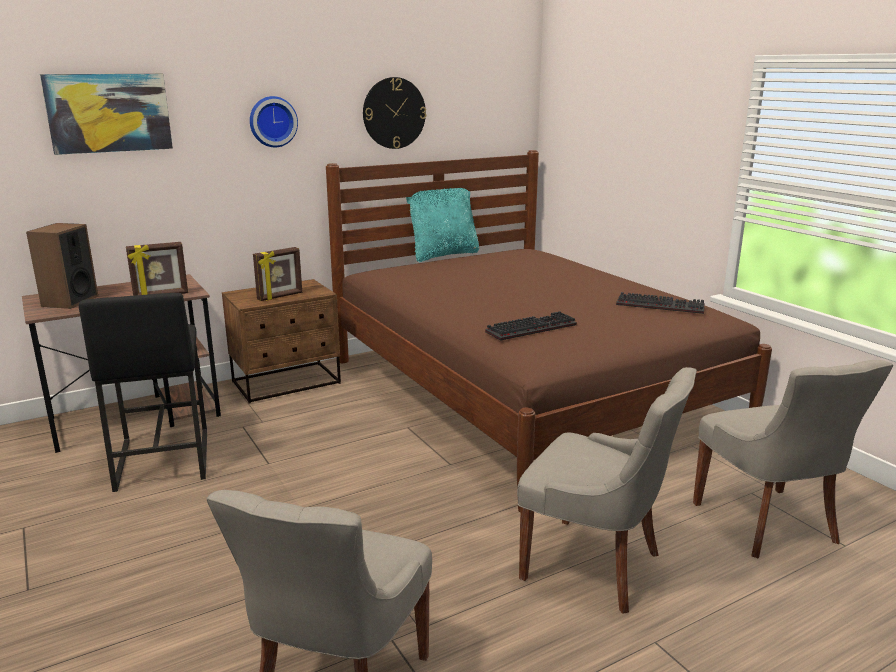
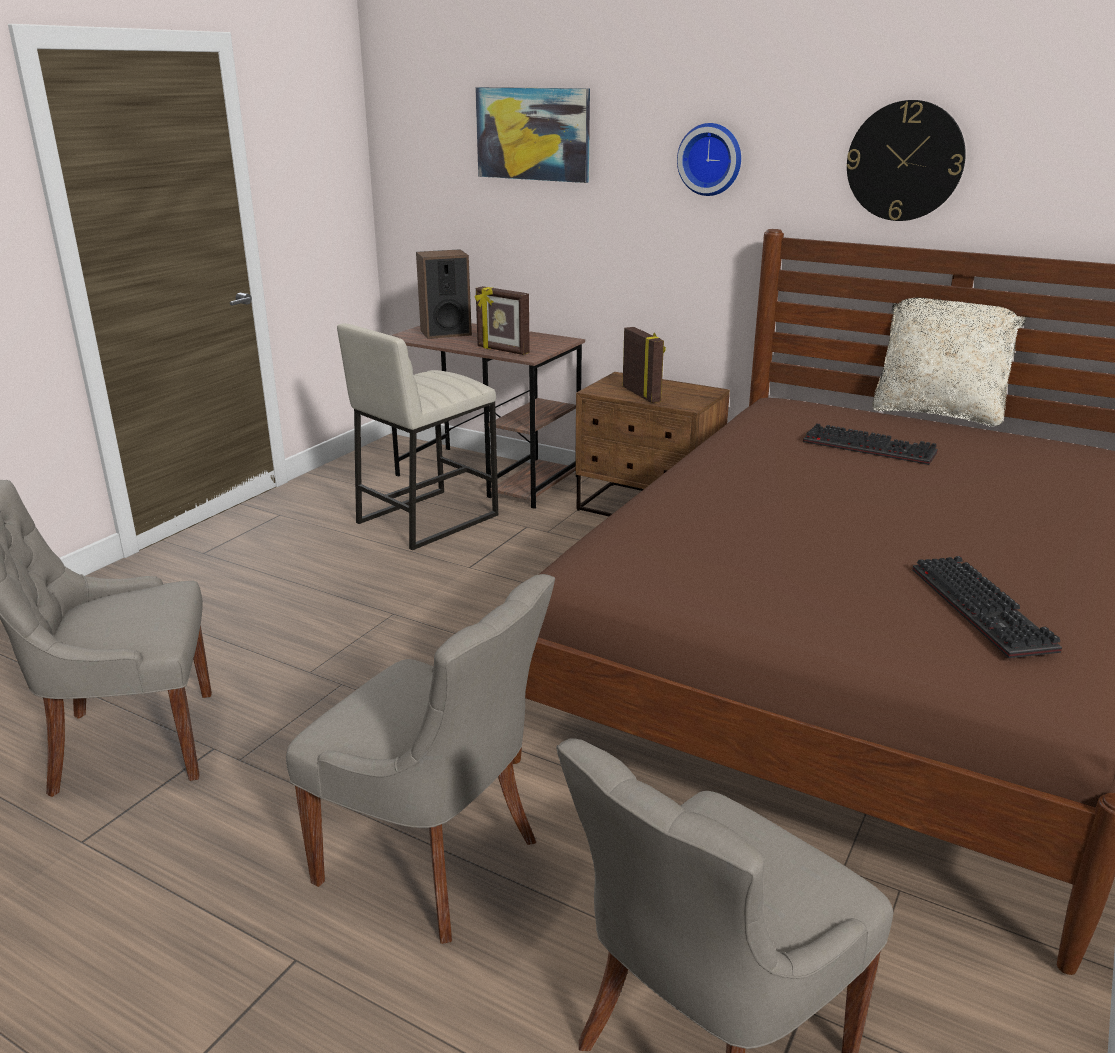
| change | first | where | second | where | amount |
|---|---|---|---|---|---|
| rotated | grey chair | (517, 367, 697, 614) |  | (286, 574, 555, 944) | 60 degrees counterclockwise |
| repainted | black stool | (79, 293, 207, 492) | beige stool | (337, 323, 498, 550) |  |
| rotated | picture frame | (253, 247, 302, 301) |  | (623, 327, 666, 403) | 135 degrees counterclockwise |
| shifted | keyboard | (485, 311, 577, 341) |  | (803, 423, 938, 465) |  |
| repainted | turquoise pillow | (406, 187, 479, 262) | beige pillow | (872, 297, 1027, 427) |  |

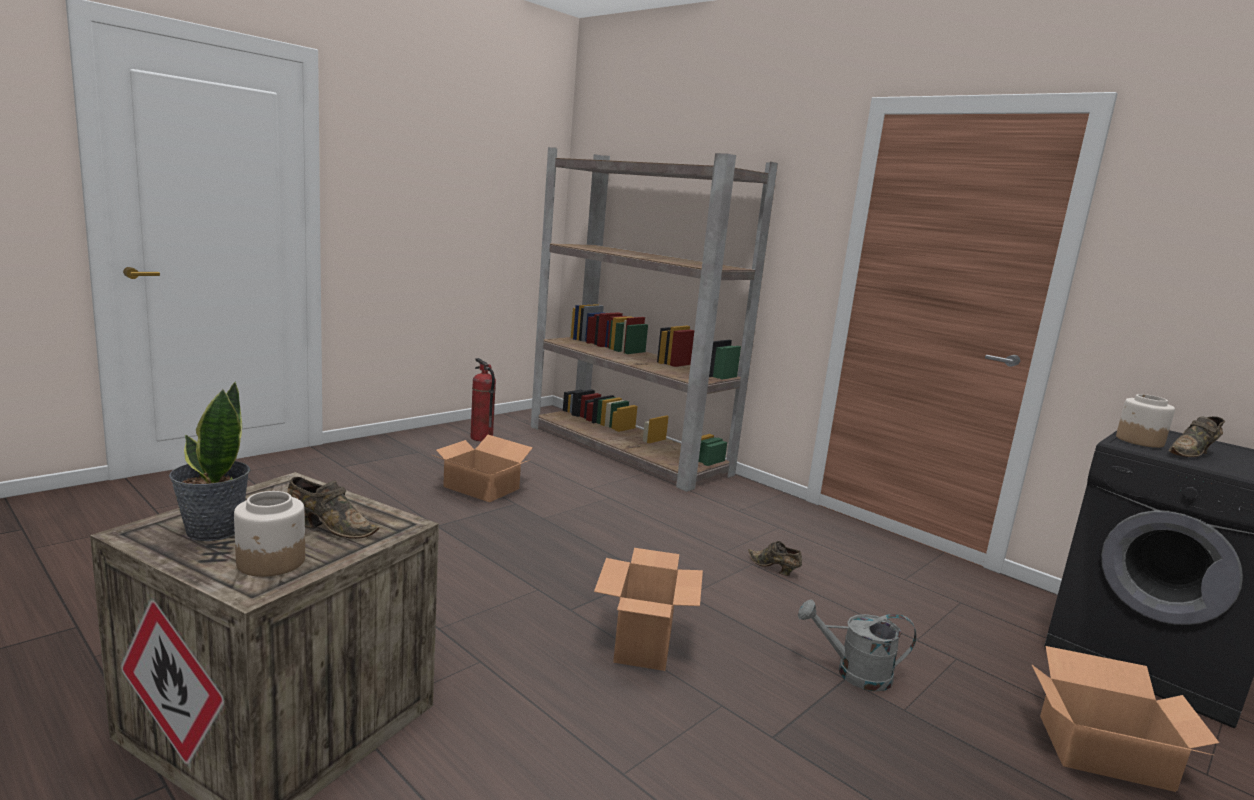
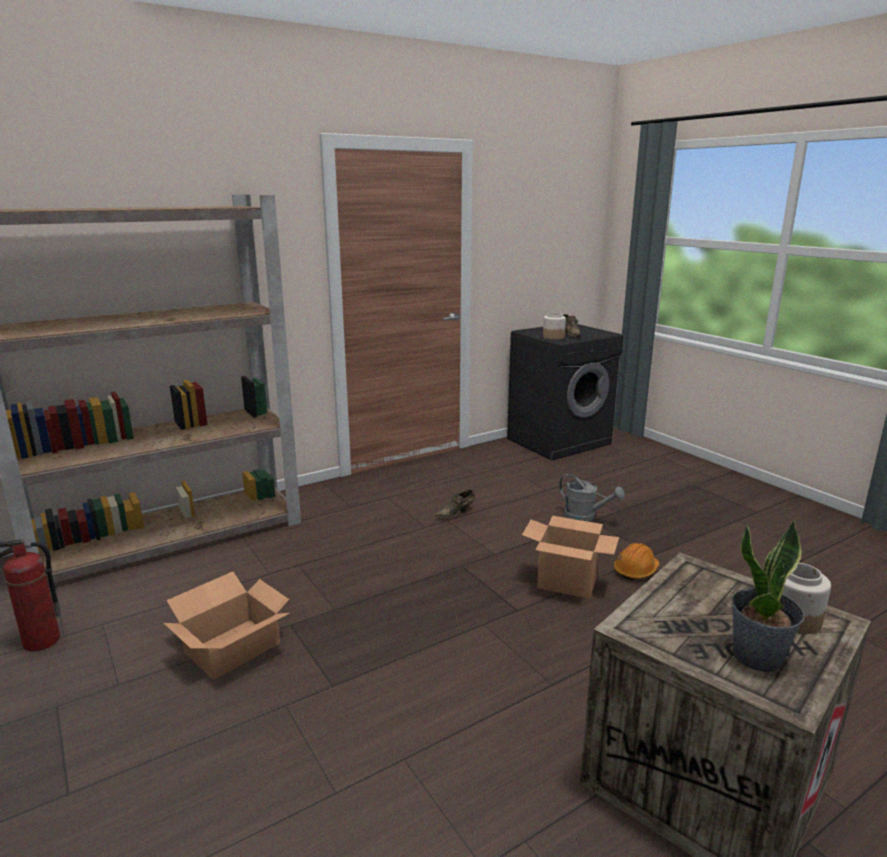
| change | first | where | second | where | amount |
|---|---|---|---|---|---|
| rotated | grey watering can | (798, 600, 916, 691) |  | (559, 474, 625, 522) | 75 degrees counterclockwise |
| new |  |  | orange hard hat | (614, 543, 659, 580) |  |
| gone | brown shoe | (288, 477, 379, 539) |  |  |  |
| gone | cardboard box | (1032, 646, 1219, 792) |  |  |  |

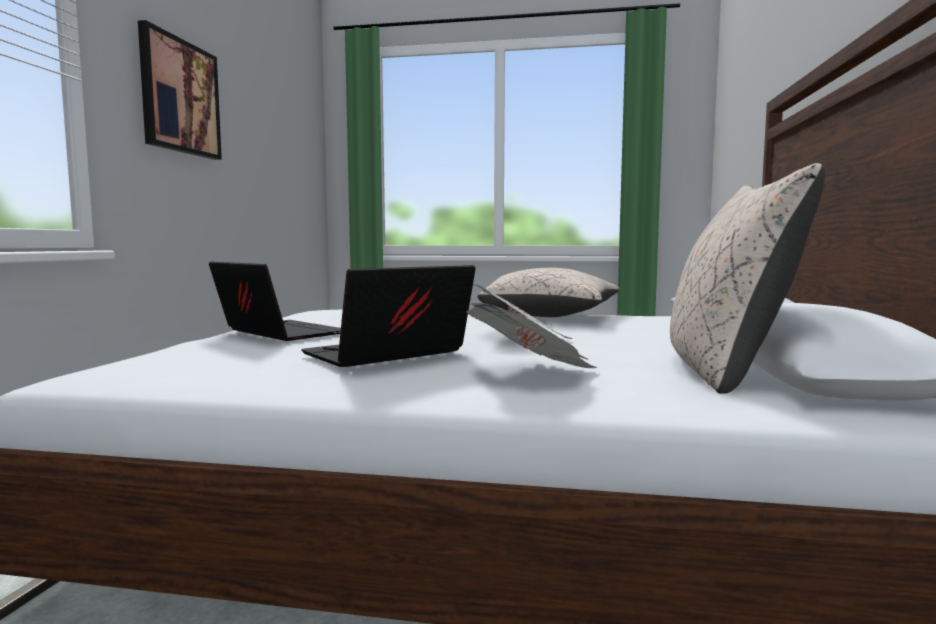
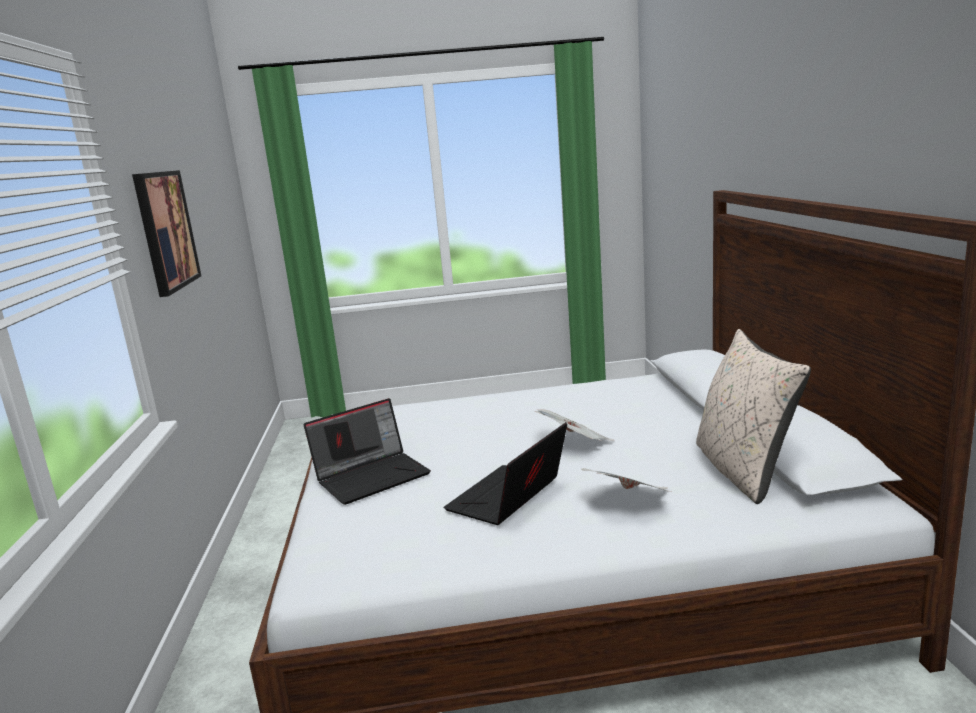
| change | first | where | second | where | amount |
|---|---|---|---|---|---|
| rotated | laptop | (209, 262, 341, 341) |  | (303, 398, 431, 505) | 120 degrees clockwise |
| gone | beige pillow | (477, 268, 620, 317) |  |  |  |

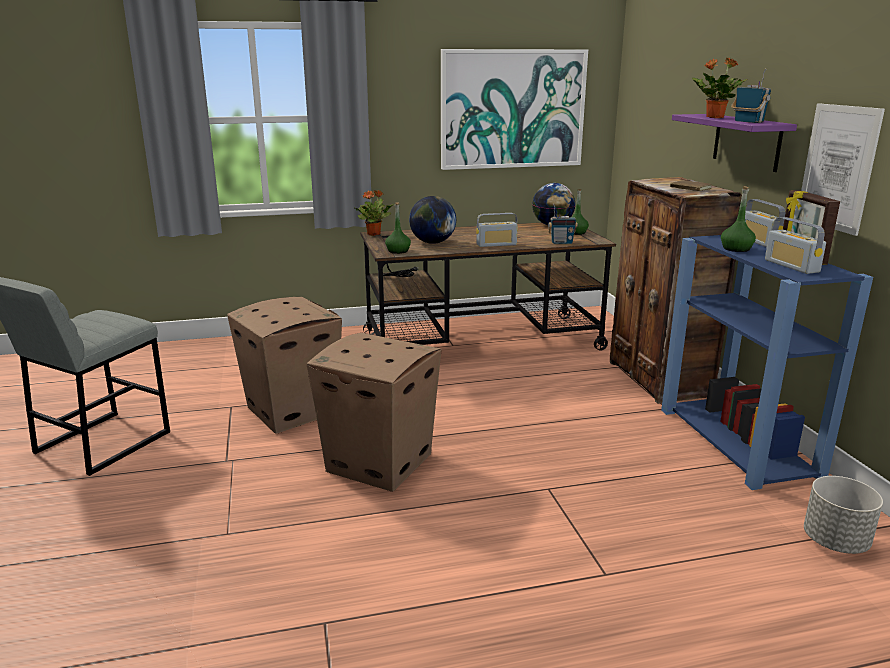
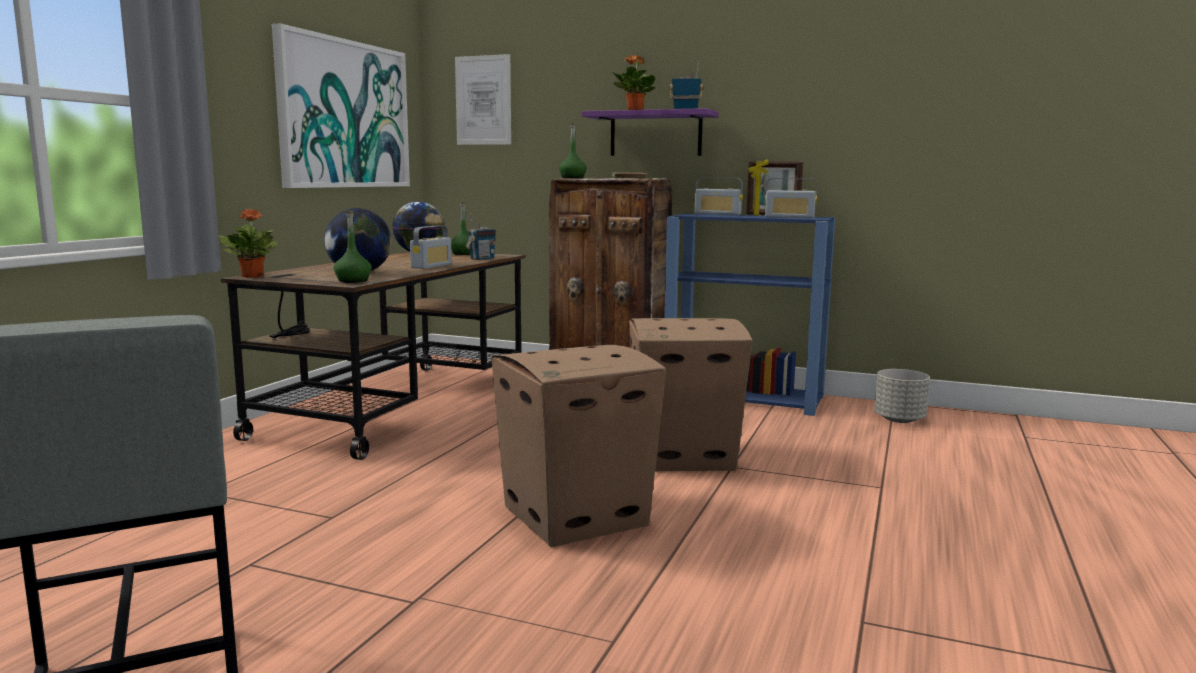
| change | first | where | second | where | amount |
|---|---|---|---|---|---|
| shifted | picture | (801, 103, 885, 236) |  | (455, 54, 511, 145) |  |
| shifted | green bottle | (721, 186, 756, 252) |  | (559, 123, 587, 178) |  |
| shifted | cardboard box | (227, 297, 342, 434) |  | (629, 318, 752, 471) |  |

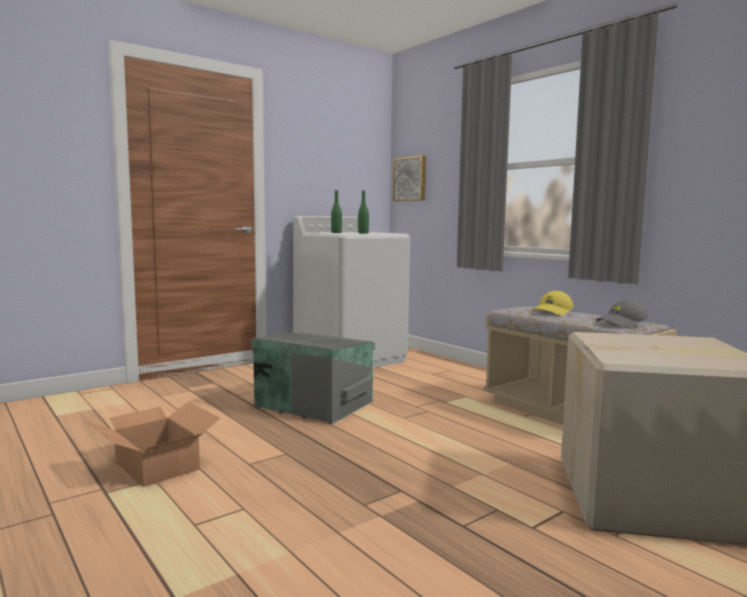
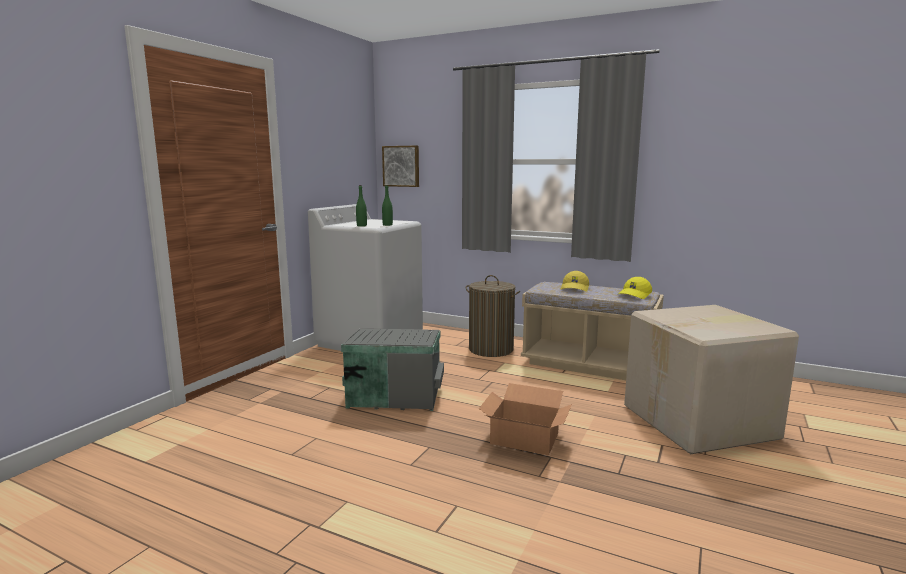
| change | first | where | second | where | amount |
|---|---|---|---|---|---|
| new |  |  | laundry basket | (466, 275, 520, 357) |  |
| shifted | cardboard box | (89, 401, 220, 487) |  | (479, 383, 572, 455) |  |
| repainted | grey cap | (596, 300, 648, 328) | yellow cap | (617, 277, 652, 299) |  |

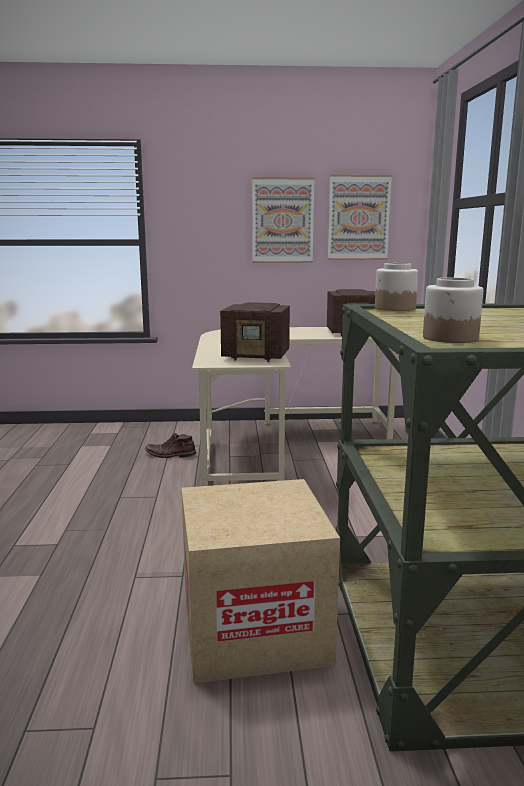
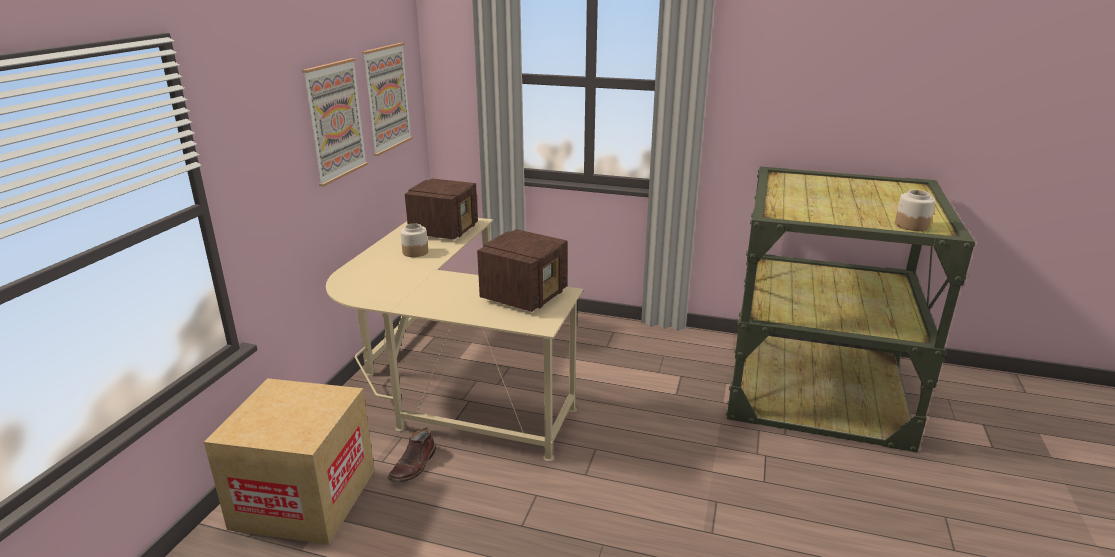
| change | first | where | second | where | amount |
|---|---|---|---|---|---|
| shifted | cardboard box | (181, 479, 340, 684) |  | (204, 378, 375, 545) |  |
| shifted | jar | (375, 263, 418, 311) |  | (400, 224, 428, 257) |  |

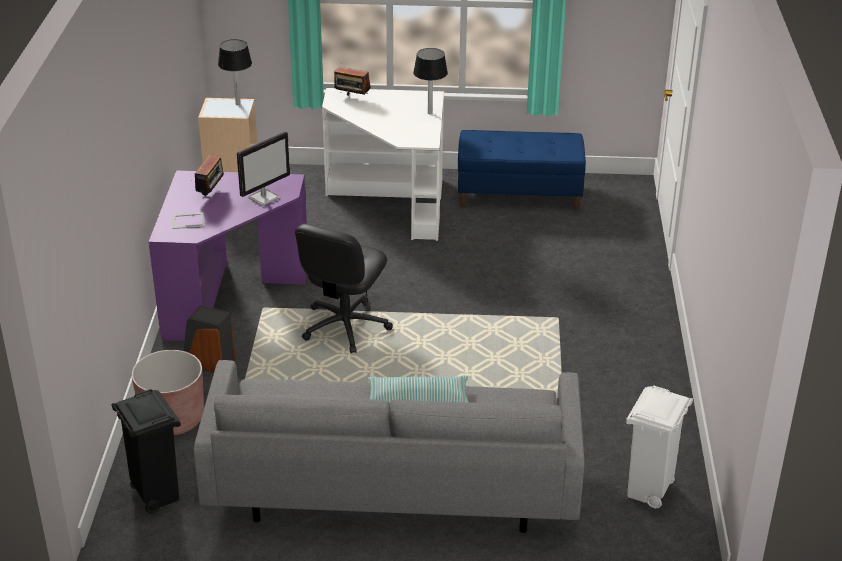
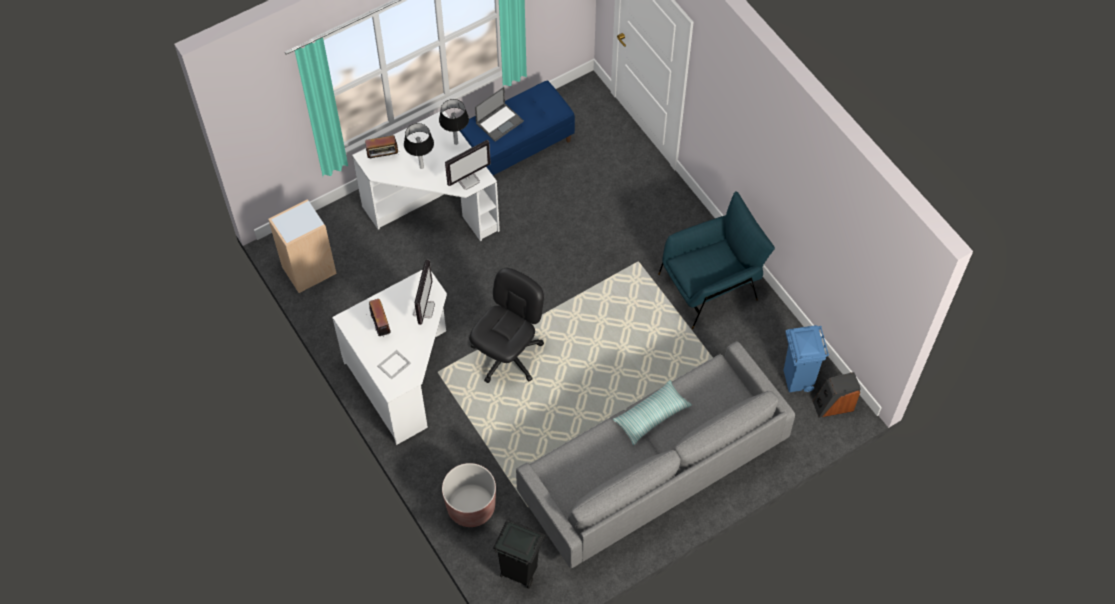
| change | first | where | second | where | amount |
|---|---|---|---|---|---|
| repainted | purple desk | (149, 171, 307, 341) | white desk | (332, 270, 447, 445) |  |
| shifted | table lamp | (218, 39, 252, 105) |  | (404, 123, 434, 169) |  |
| new |  |  | monitor | (445, 140, 491, 190) |  |
| rotated | black office chair | (295, 224, 393, 353) |  | (469, 268, 544, 383) | 135 degrees counterclockwise |
| new |  |  | laptop | (475, 87, 524, 142) |  |
| new |  |  | blue armchair | (658, 191, 775, 329) |  |
| repainted | white trash can | (626, 385, 693, 508) | blue trash can | (783, 325, 829, 392) |  |
| shifted | speaker | (184, 306, 236, 372) |  | (813, 372, 861, 417) |  |

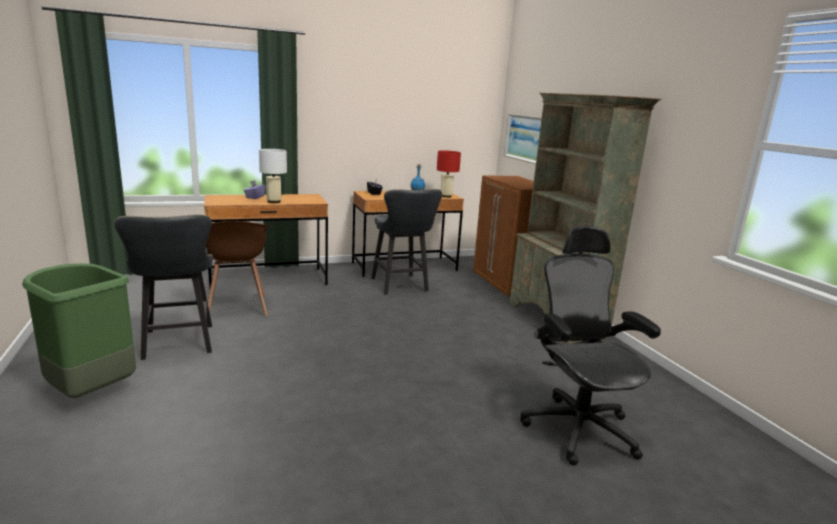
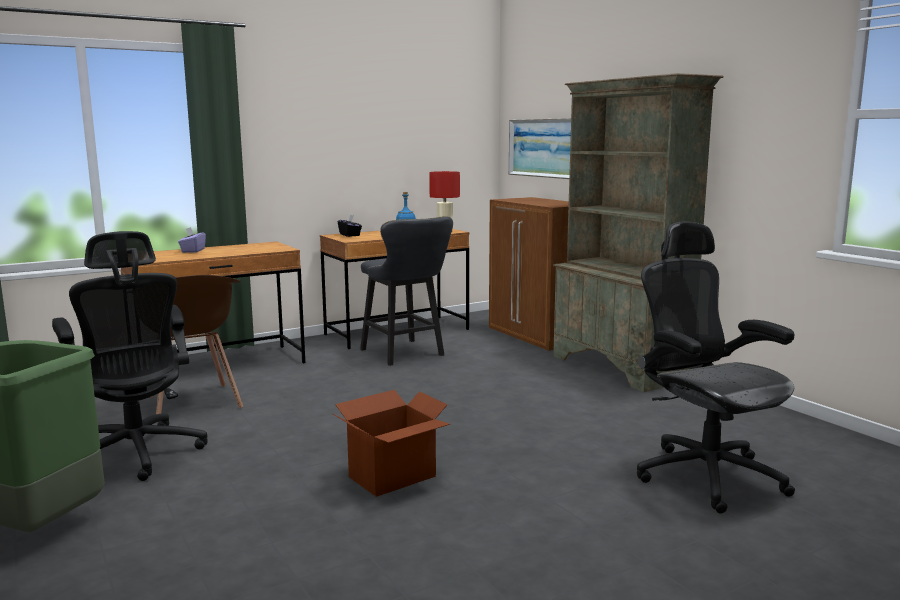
| change | first | where | second | where | amount |
|---|---|---|---|---|---|
| swapped | grey stool | (114, 214, 213, 360) | office chair | (52, 231, 208, 481) |  |
| new |  |  | cardboard box | (333, 390, 450, 497) |  |
| gone | white table lamp | (259, 149, 287, 203) |  |  |  |

